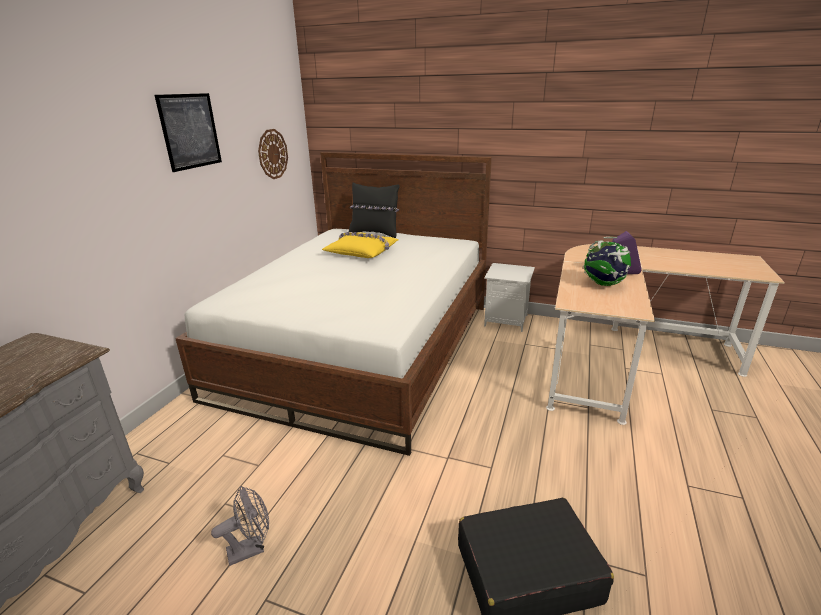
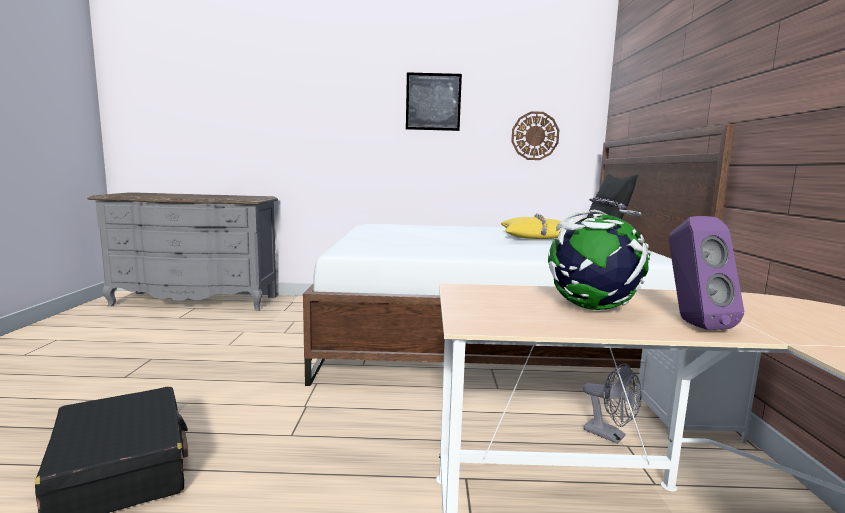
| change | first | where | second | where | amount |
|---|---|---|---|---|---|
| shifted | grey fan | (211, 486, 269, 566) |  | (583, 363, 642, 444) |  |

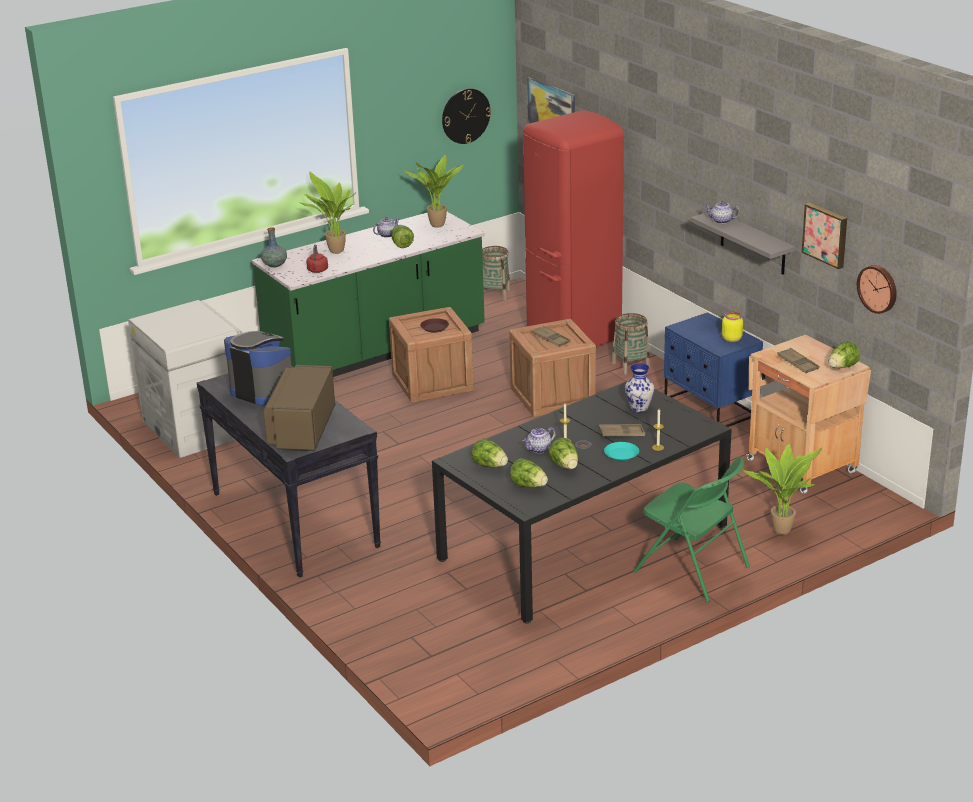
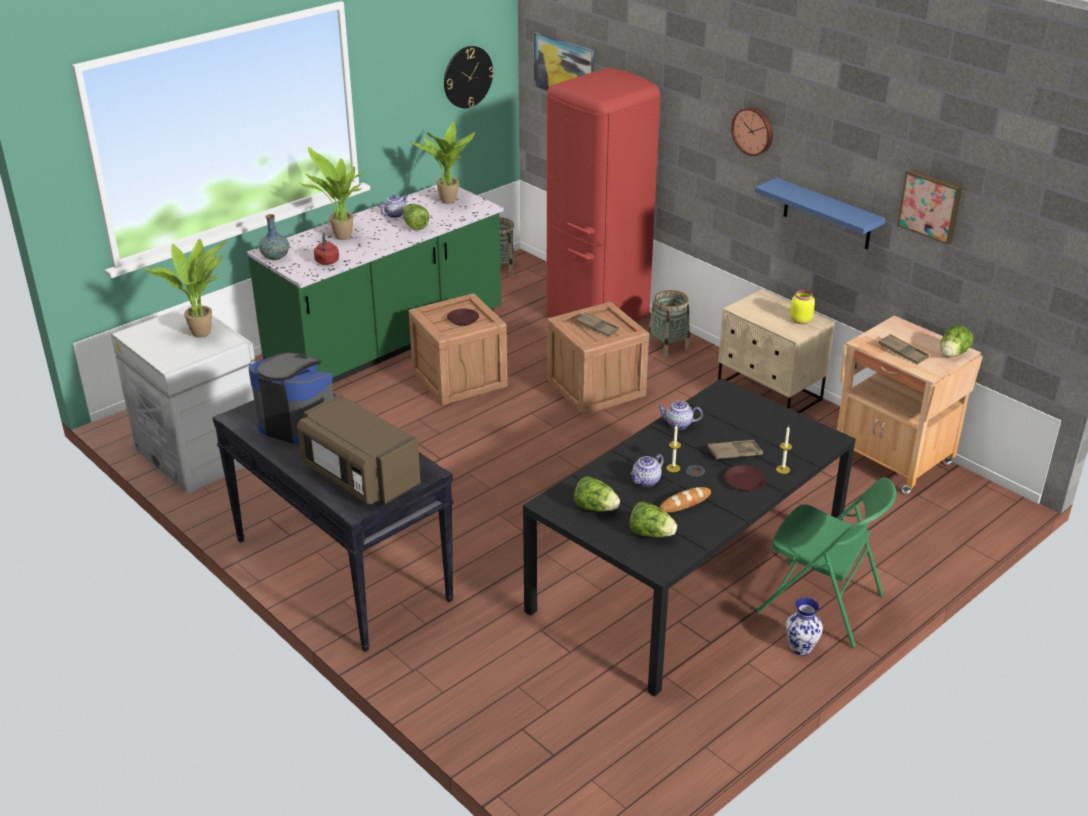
| change | first | where | second | where | amount |
|---|---|---|---|---|---|
| shifted | potted plant | (743, 444, 822, 535) |  | (144, 239, 226, 338) |  |
| rotated | brown microwave | (263, 365, 335, 451) |  | (297, 394, 421, 505) | 45 degrees counterclockwise |
| shifted | teapot | (705, 201, 740, 224) |  | (657, 401, 703, 429) |  |
| swapped | lettuce | (548, 438, 578, 469) | bread | (659, 487, 711, 513) |  |
| repainted | blue nightstand | (664, 312, 763, 427) | beige nightstand | (718, 289, 835, 413) |  |
| repainted | turquoise plate | (604, 442, 639, 461) | brown plate | (725, 465, 766, 491) |  |
| shifted | wall clock | (857, 265, 897, 314) |  | (731, 107, 773, 156) |  |
| repainted | grey shelf | (691, 212, 795, 275) | blue shelf | (755, 178, 886, 249) |  |
| shifted | vase | (625, 363, 654, 413) |  | (786, 597, 823, 656) |  |

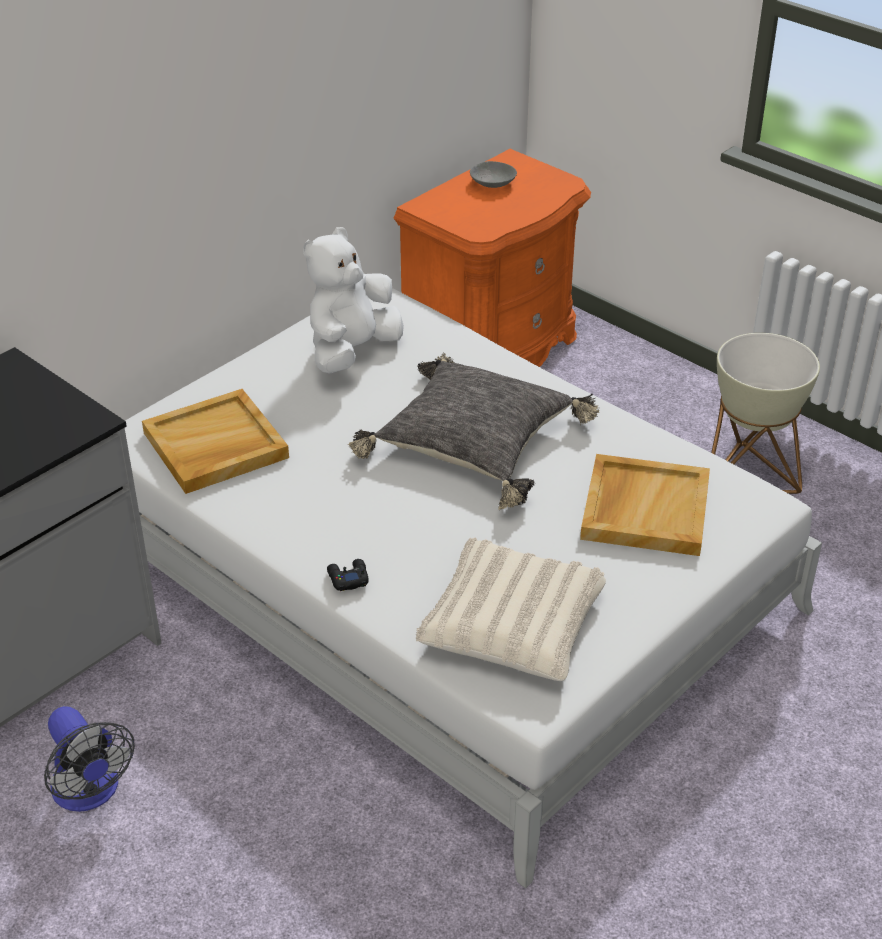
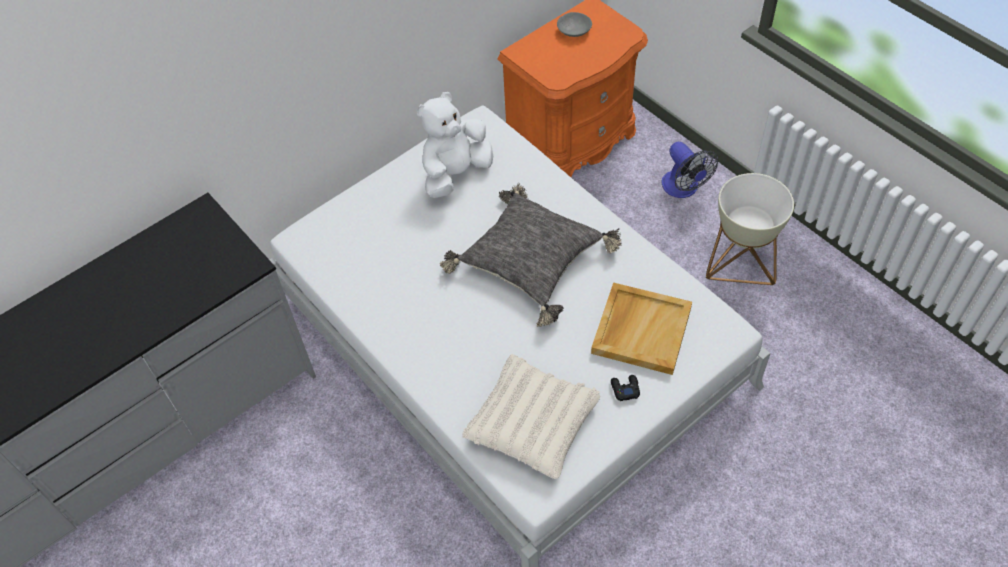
| change | first | where | second | where | amount |
|---|---|---|---|---|---|
| shifted | black game controller | (327, 559, 369, 591) |  | (611, 375, 640, 401) |  |
| shifted | fan | (44, 706, 135, 812) |  | (662, 142, 718, 198) |  |
| gone | beige tray | (142, 389, 289, 494) |  |  |  |

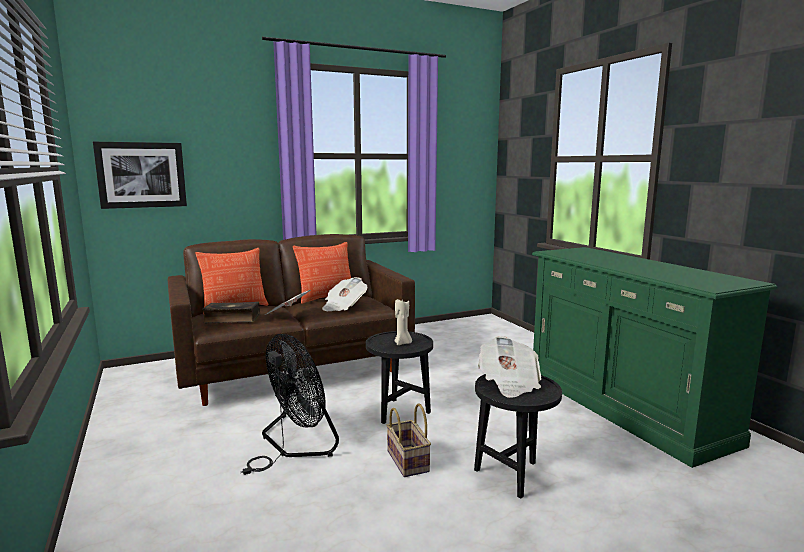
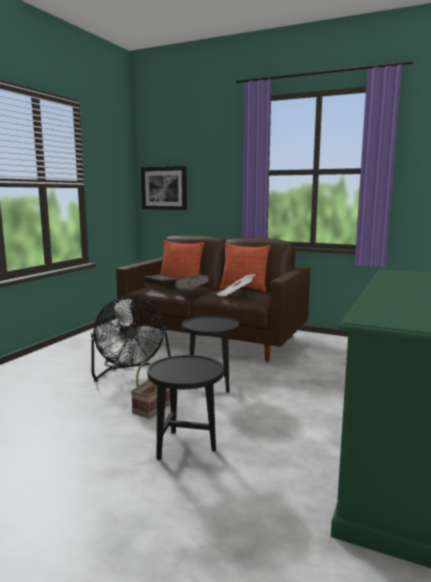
| change | first | where | second | where | amount |
|---|---|---|---|---|---|
| rotated | black fan | (240, 334, 339, 475) |  | (91, 296, 171, 382) | 60 degrees clockwise |
| gone | beige candle | (394, 299, 412, 345) |  |  |  |
| gone | newspaper | (478, 336, 541, 398) |  |  |  |

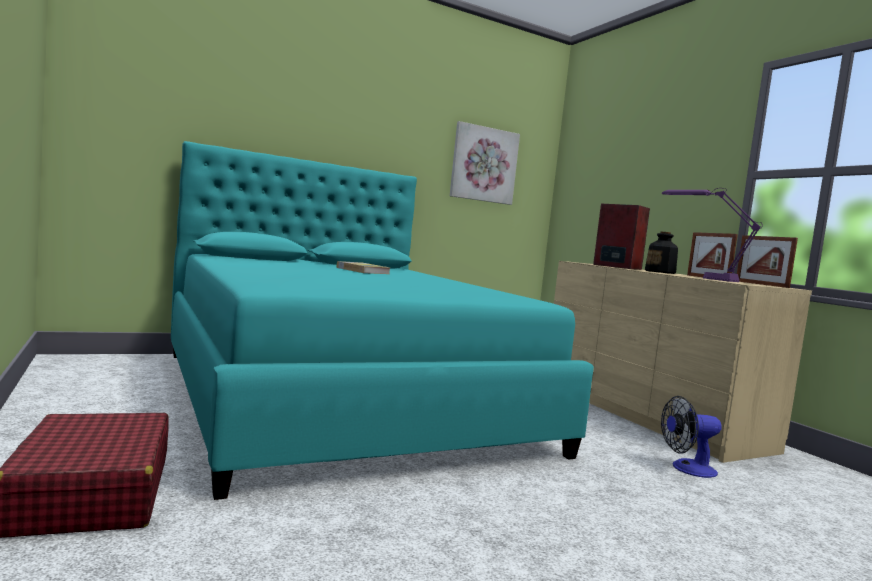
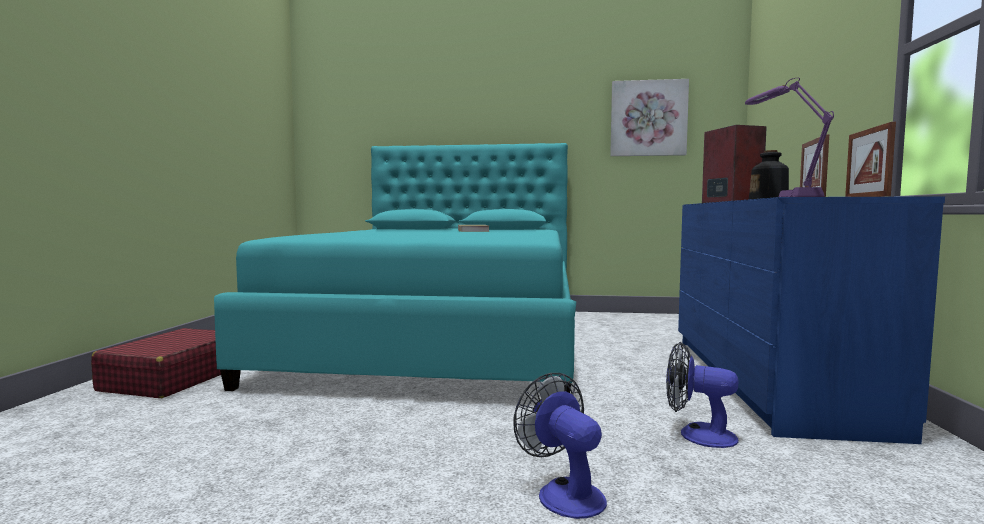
| change | first | where | second | where | amount |
|---|---|---|---|---|---|
| new |  |  | fan | (513, 373, 607, 519) |  |
| repainted | beige dresser | (554, 261, 812, 463) | blue dresser | (678, 196, 945, 444) |  |

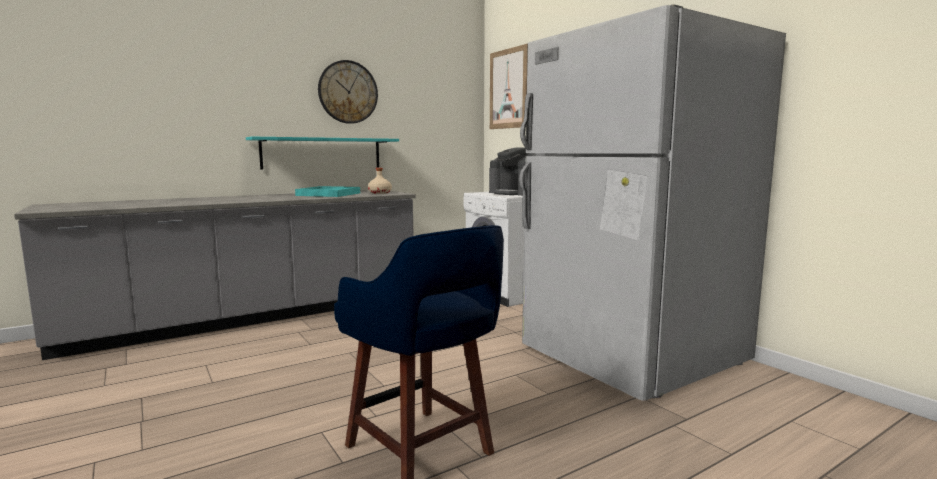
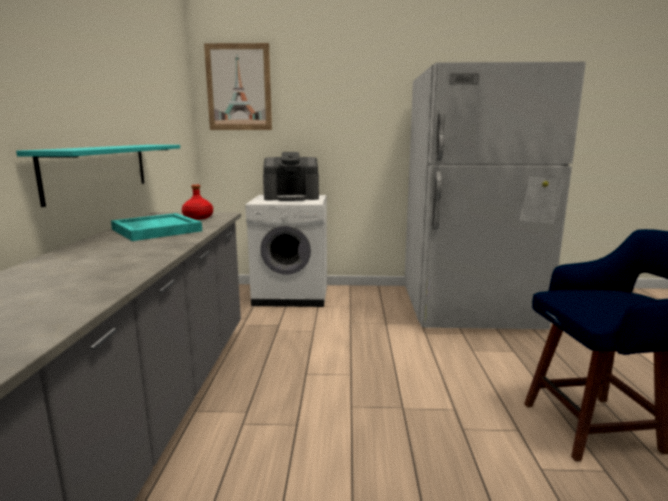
| change | first | where | second | where | amount |
|---|---|---|---|---|---|
| repainted | beige bottle | (368, 168, 392, 194) | red bottle | (182, 185, 213, 220) |  |
| gone | wall clock | (318, 60, 378, 124) |  |  |  |

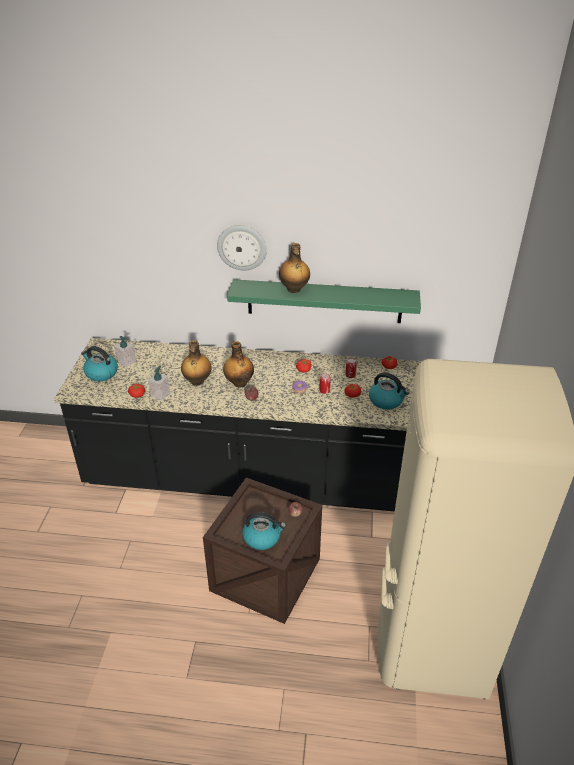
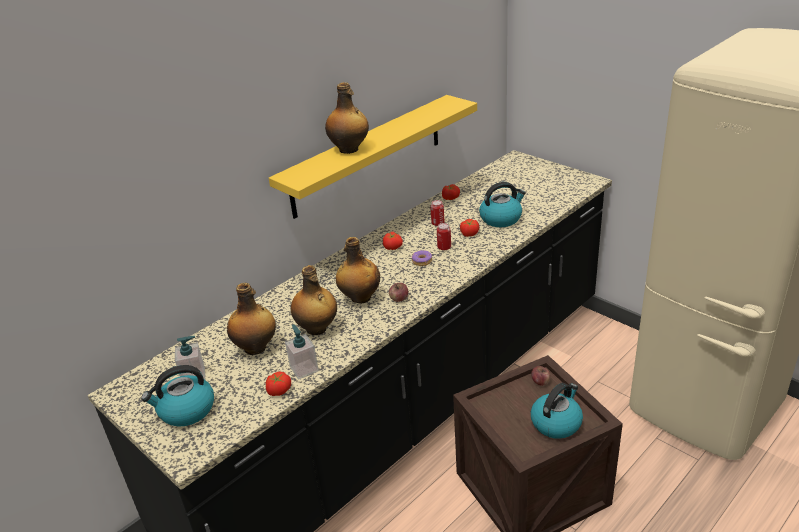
| change | first | where | second | where | amount |
|---|---|---|---|---|---|
| new |  |  | bottle | (227, 283, 276, 355) |  |
| repainted | green shelf | (227, 279, 421, 323) | yellow shelf | (269, 95, 477, 219) |  |
| gone | wall clock | (217, 225, 267, 271) |  |  |  |

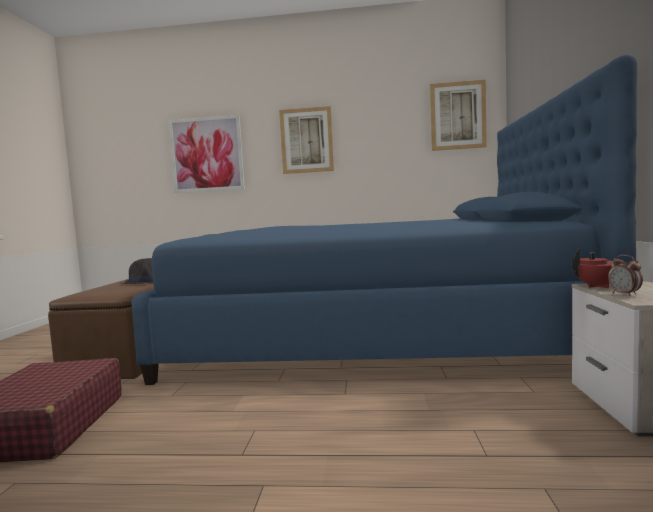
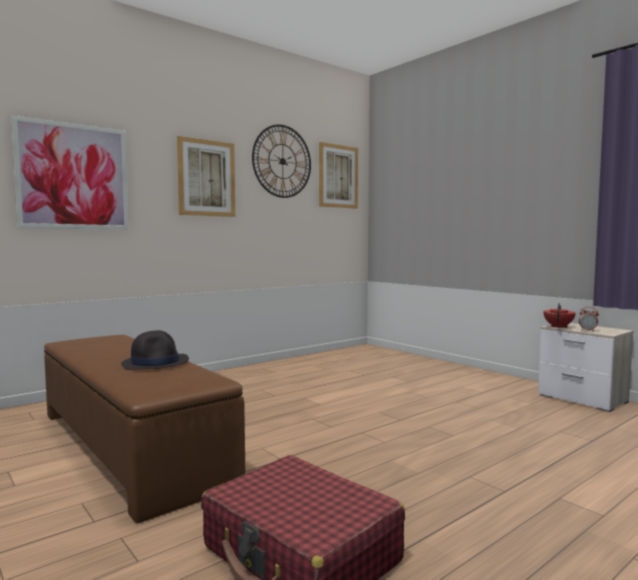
| change | first | where | second | where | amount |
|---|---|---|---|---|---|
| new |  |  | wall clock | (252, 125, 311, 198) |  |
| gone | blue bed | (131, 55, 637, 385) |  |  |  |

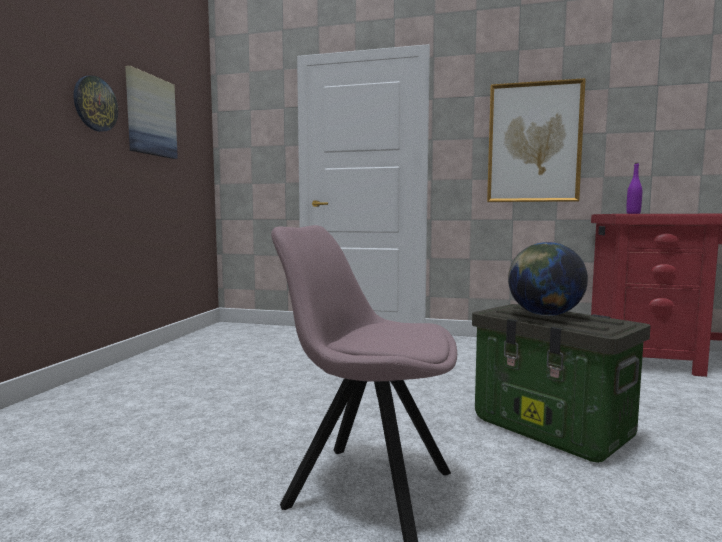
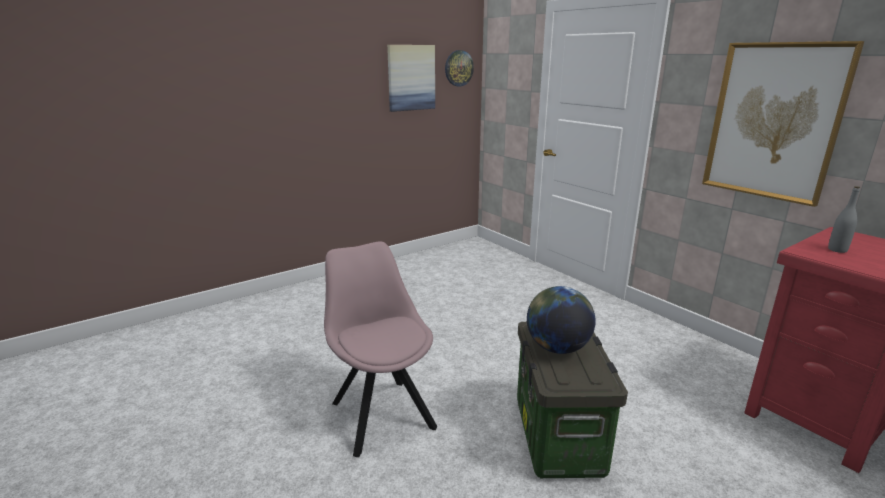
| change | first | where | second | where | amount |
|---|---|---|---|---|---|
| shifted | wall clock | (73, 75, 118, 132) |  | (445, 50, 474, 86) |  |
| repainted | purple bottle | (626, 163, 642, 214) | grey bottle | (828, 186, 860, 253) |  |

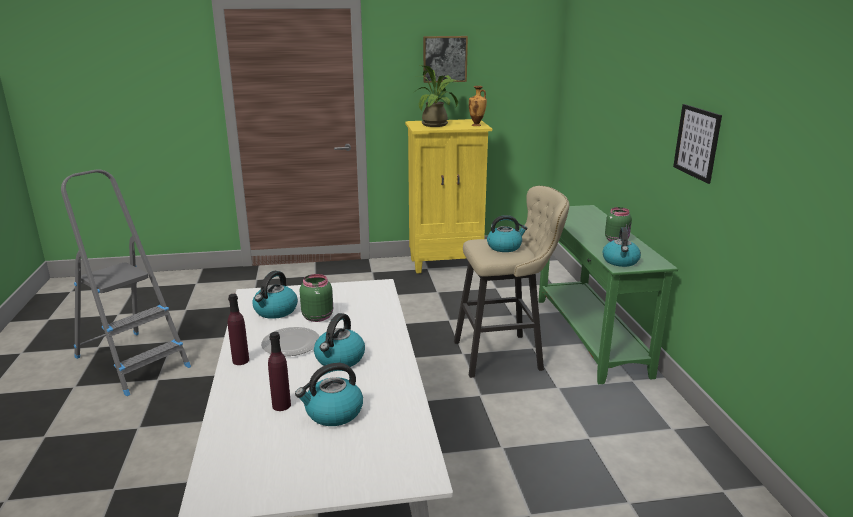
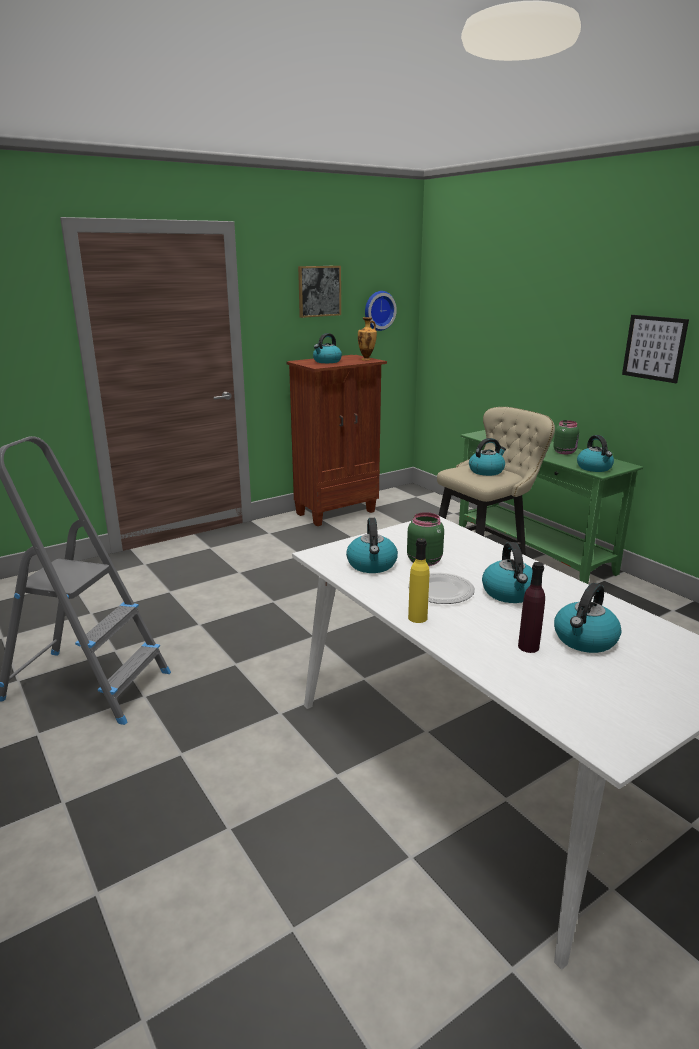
| change | first | where | second | where | amount |
|---|---|---|---|---|---|
| repainted | yellow cabinet | (405, 119, 492, 274) | brown cabinet | (287, 355, 387, 526) |  |
| swapped | potted plant | (413, 66, 458, 127) | kettle | (313, 333, 342, 363) |  |
| new |  |  | wall clock | (365, 291, 397, 331) |  |
| repainted | purple bottle | (228, 294, 249, 365) | yellow bottle | (408, 538, 430, 623) |  |

